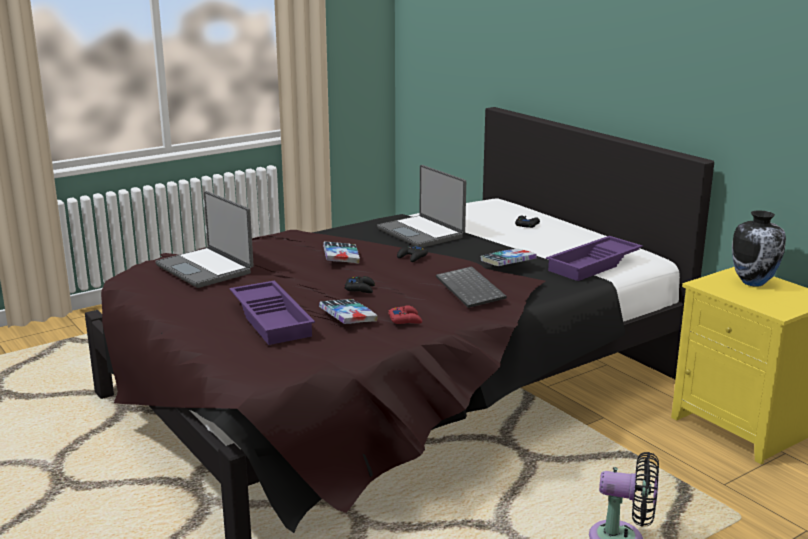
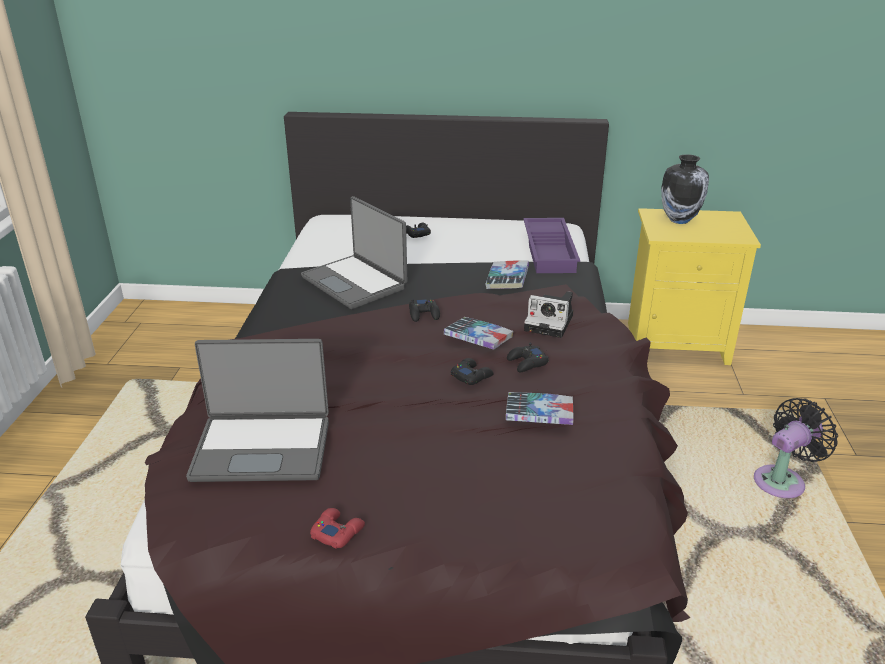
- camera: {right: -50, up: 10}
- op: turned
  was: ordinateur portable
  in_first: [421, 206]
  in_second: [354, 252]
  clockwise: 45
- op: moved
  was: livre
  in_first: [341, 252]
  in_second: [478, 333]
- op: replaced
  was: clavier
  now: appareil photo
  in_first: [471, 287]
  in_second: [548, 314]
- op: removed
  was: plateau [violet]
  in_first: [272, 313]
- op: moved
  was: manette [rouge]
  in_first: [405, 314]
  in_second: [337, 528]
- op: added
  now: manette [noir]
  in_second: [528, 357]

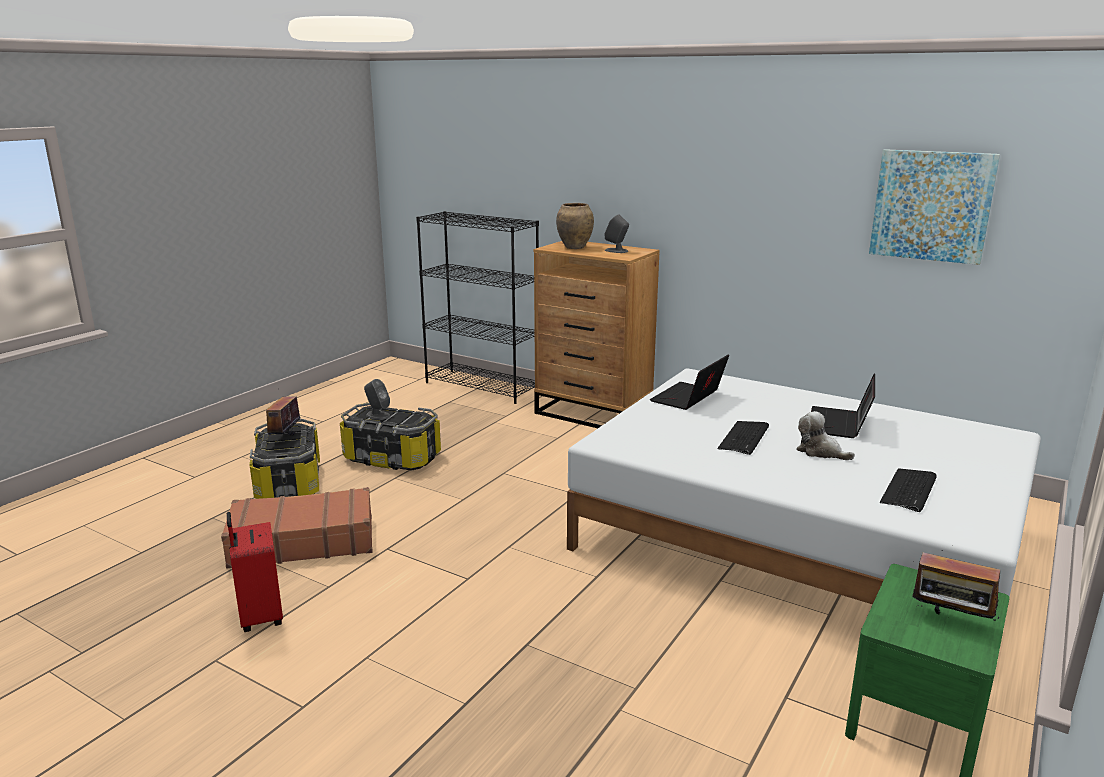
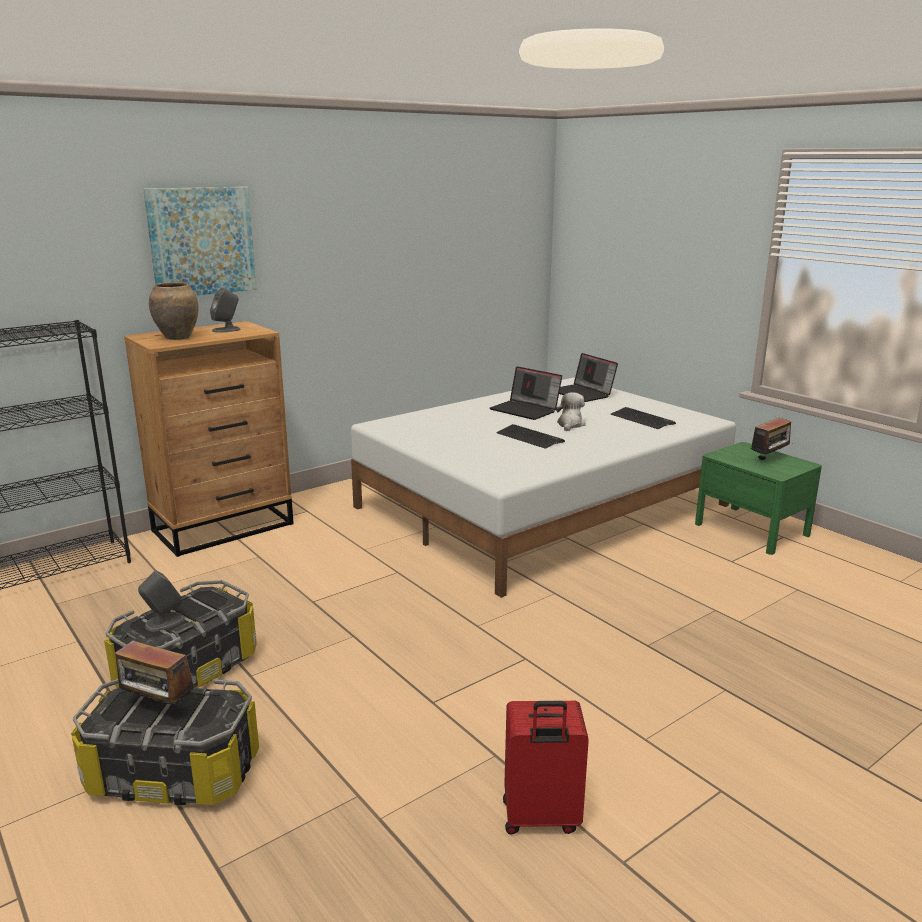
- camera: {right: -70, up: 0}
- op: moved
  was: tableau
  in_first: [934, 207]
  in_second: [200, 241]
- op: moved
  was: ordinateur portable
  in_first: [689, 382]
  in_second: [588, 377]
- op: turned
  was: peluche
  in_first: [825, 435]
  in_second: [571, 411]
  clockwise: 135
- op: removed
  was: valise [marron]
  in_first: [296, 527]

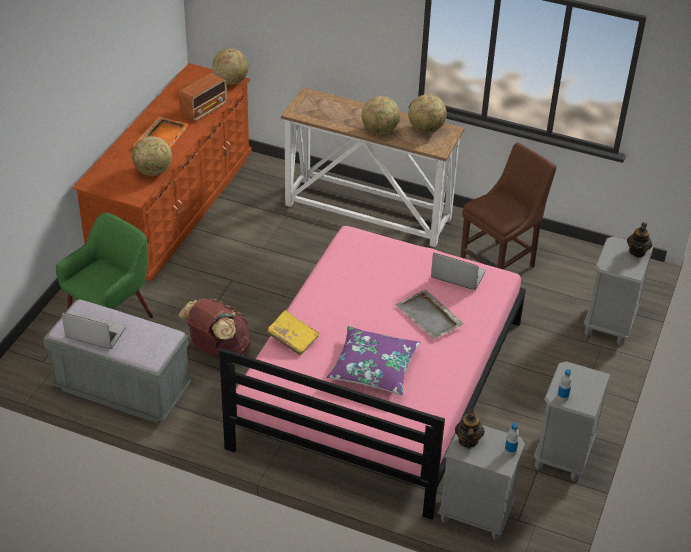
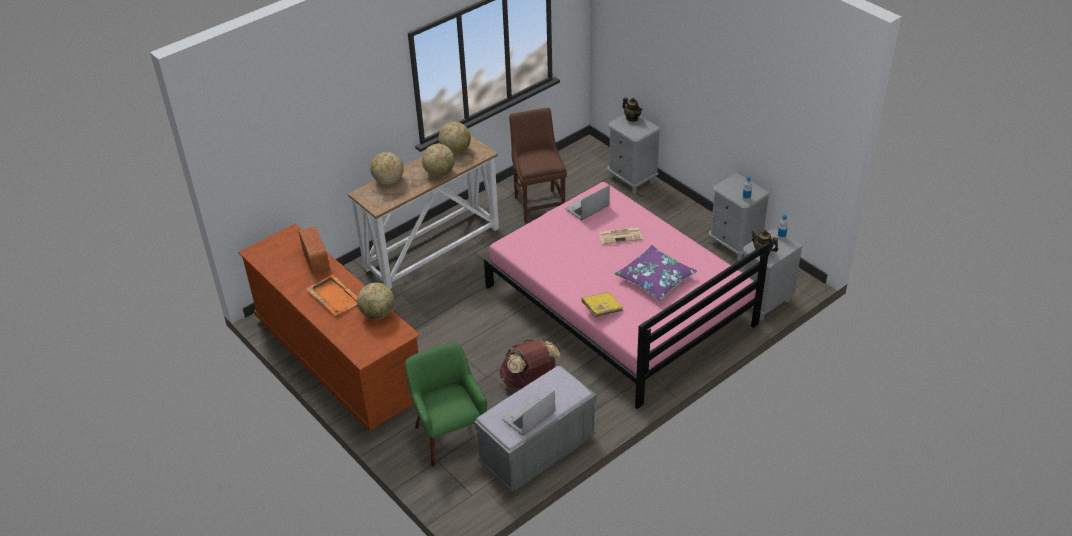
- camera: {right: -60, up: 0}
- op: moved
  was: globe
  in_first: [230, 66]
  in_second: [387, 168]
- op: replaced
  was: plateau [gris]
  now: journal
  in_first: [429, 314]
  in_second: [620, 235]

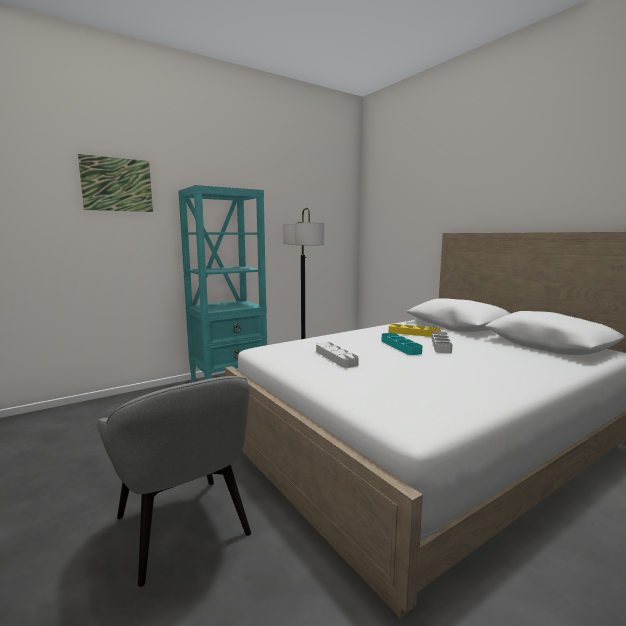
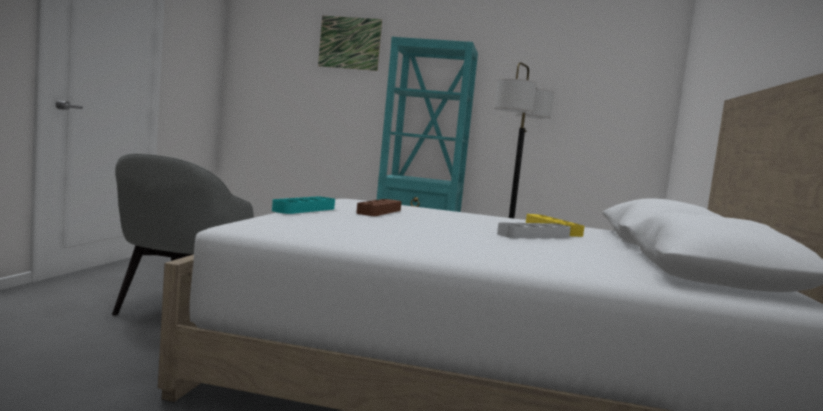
- camera: {right: 45, up: -5}
- op: moved
  was: plateau [turquoise]
  in_first: [402, 344]
  in_second: [303, 205]
- op: recoloured
  was: plateau [gris]
  now: plateau [marron]
  in_first: [337, 355]
  in_second: [379, 207]

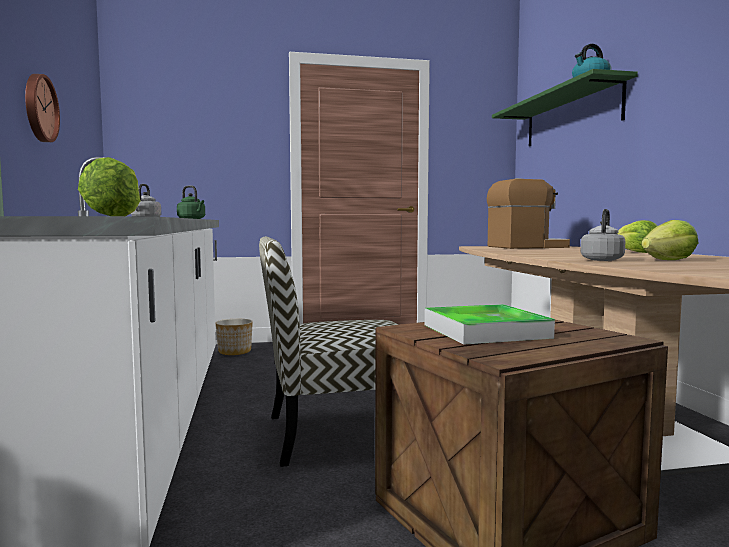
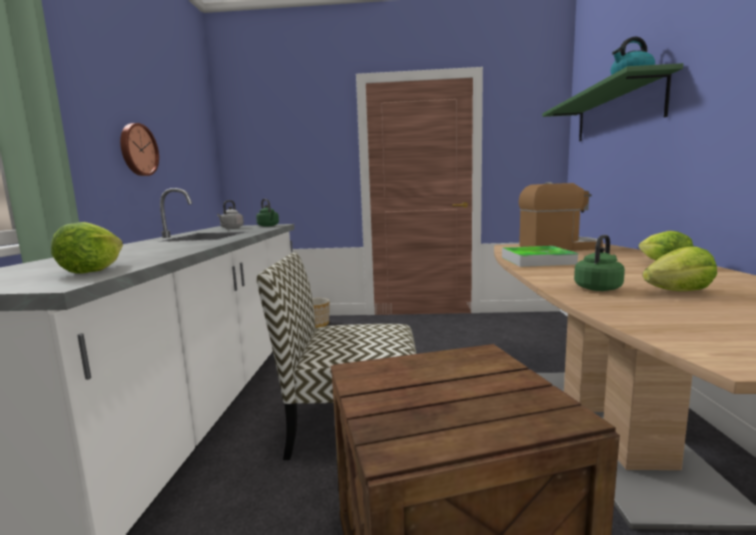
- camera: {right: 15, up: 5}
- op: recoloured
  was: bouilloire [gris]
  now: bouilloire [vert]
  in_first: [603, 235]
  in_second: [599, 263]
- op: moved
  was: plateau
  in_first: [489, 324]
  in_second: [540, 256]

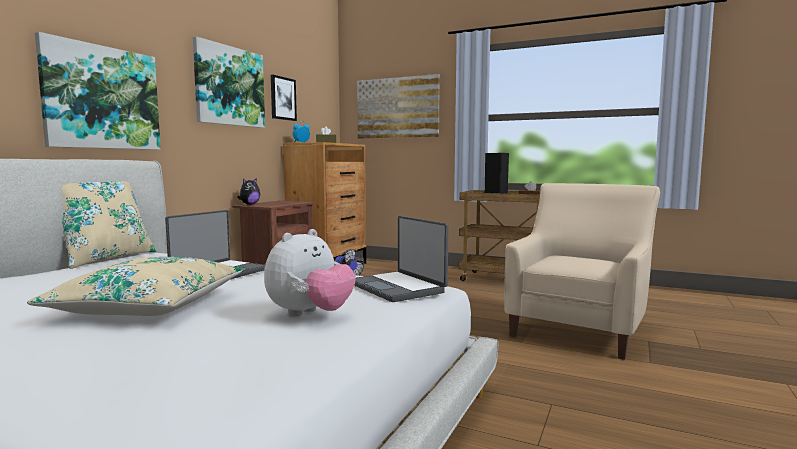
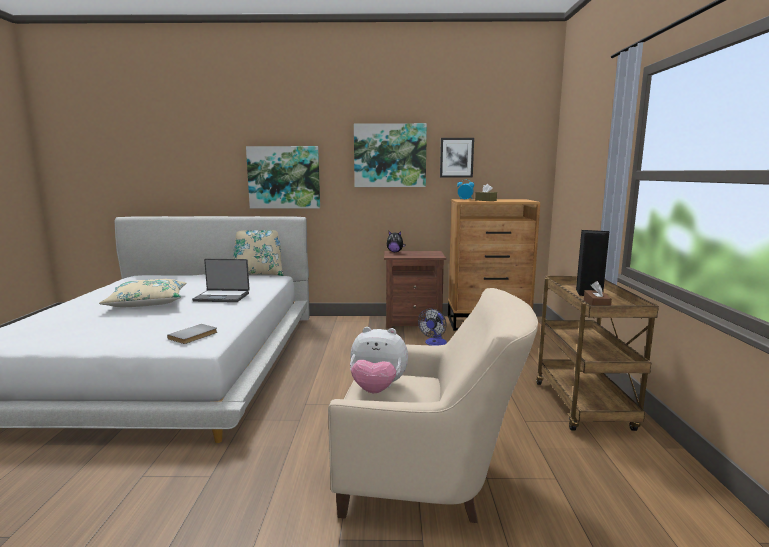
- camera: {right: 65, up: 5}
- op: removed
  was: tableau
  in_first: [398, 106]
- op: replaced
  was: ordinateur portable
  now: livre [gris]
  in_first: [401, 259]
  in_second: [192, 334]
- op: moved
  was: peluche
  in_first: [310, 273]
  in_second: [379, 360]

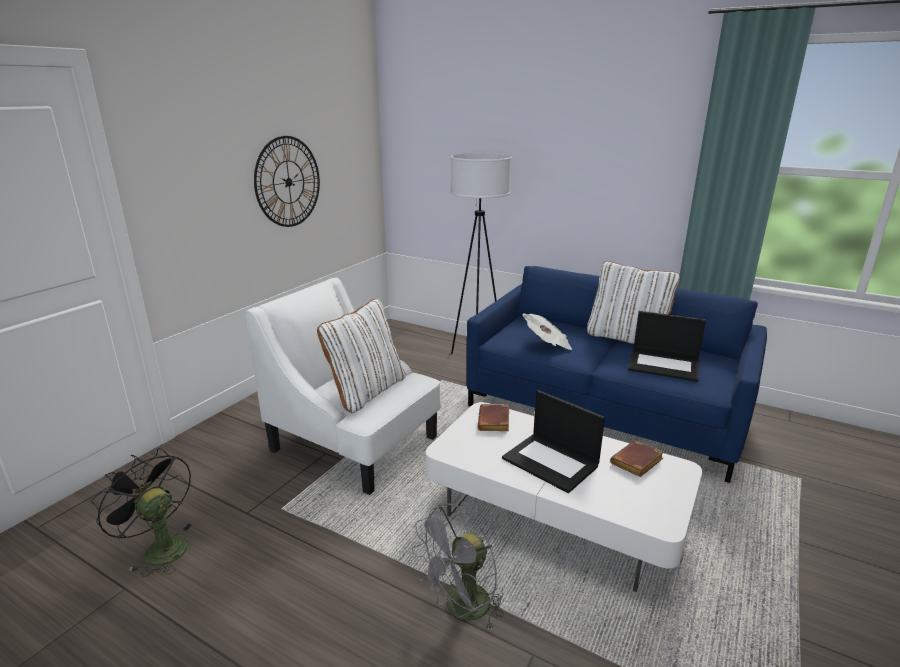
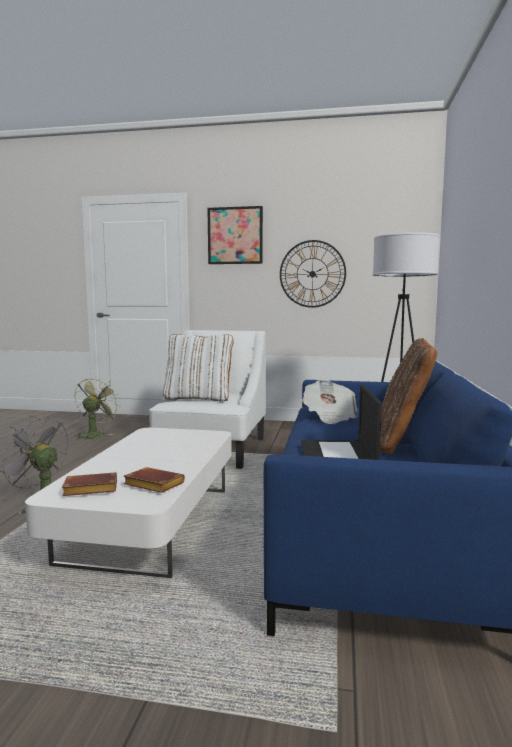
- camera: {right: 70, up: -15}
- op: recoloured
  was: coussin [blanc]
  now: coussin [marron]
  in_first: [633, 302]
  in_second: [408, 396]
- op: removed
  was: ordinateur portable
  in_first: [553, 441]
- op: moved
  was: livre [marron]
  in_first: [493, 417]
  in_second: [89, 484]
- op: recoloured
  was: ventilateur [noir]
  now: ventilateur [vert]
  in_first: [141, 512]
  in_second: [97, 408]
- op: added
  now: tableau
  in_second: [235, 235]

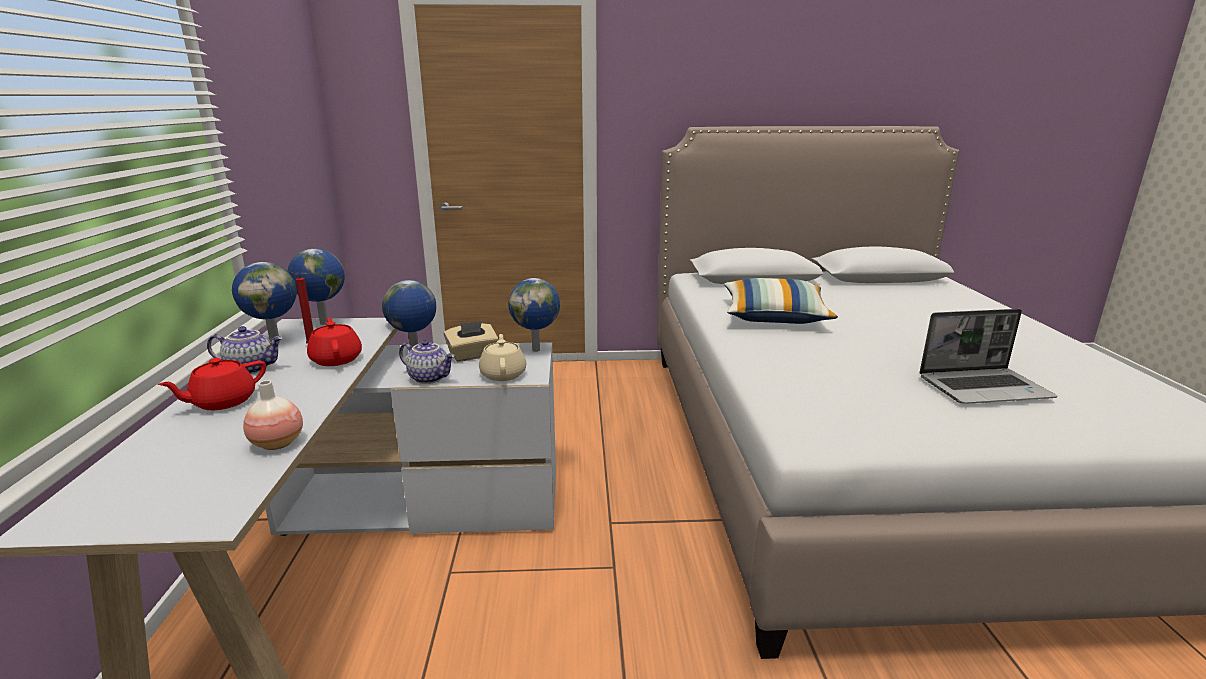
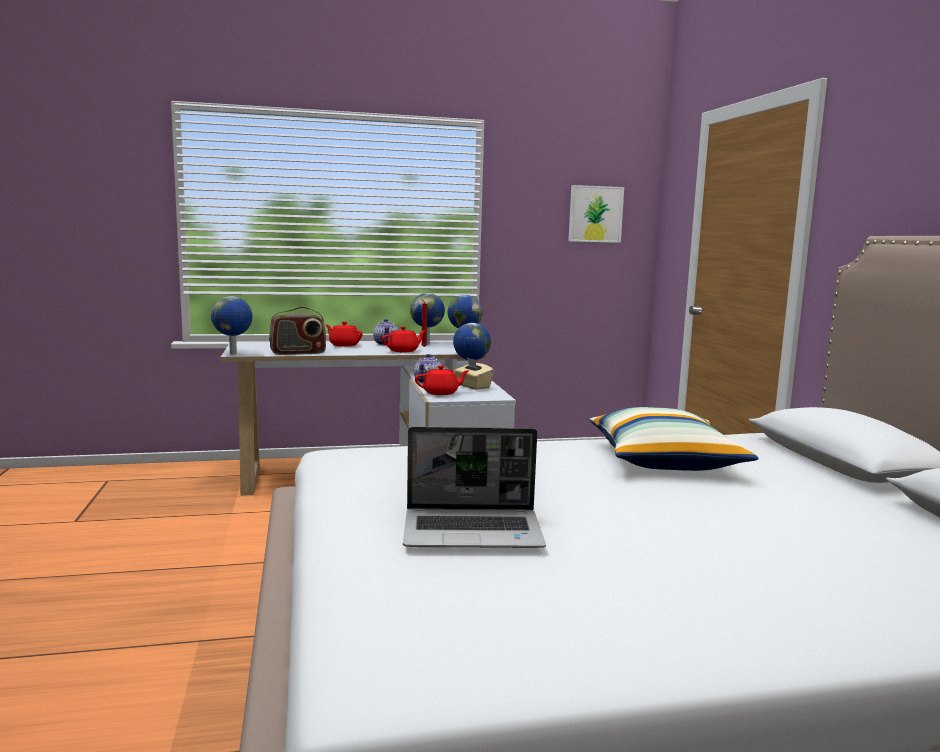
- camera: {right: 80, up: -10}
- op: moved
  was: globe
  in_first: [534, 315]
  in_second: [231, 325]
- op: turned
  was: ordinateur portable
  in_first: [988, 356]
  in_second: [474, 487]
  clockwise: -75
- op: recoloured
  was: théière [beige]
  now: théière [rouge]
  in_first: [502, 357]
  in_second: [442, 380]
- op: replaced
  was: vase
  now: radio
  in_first: [273, 415]
  in_second: [297, 330]
- op: added
  now: tableau
  in_second: [596, 214]

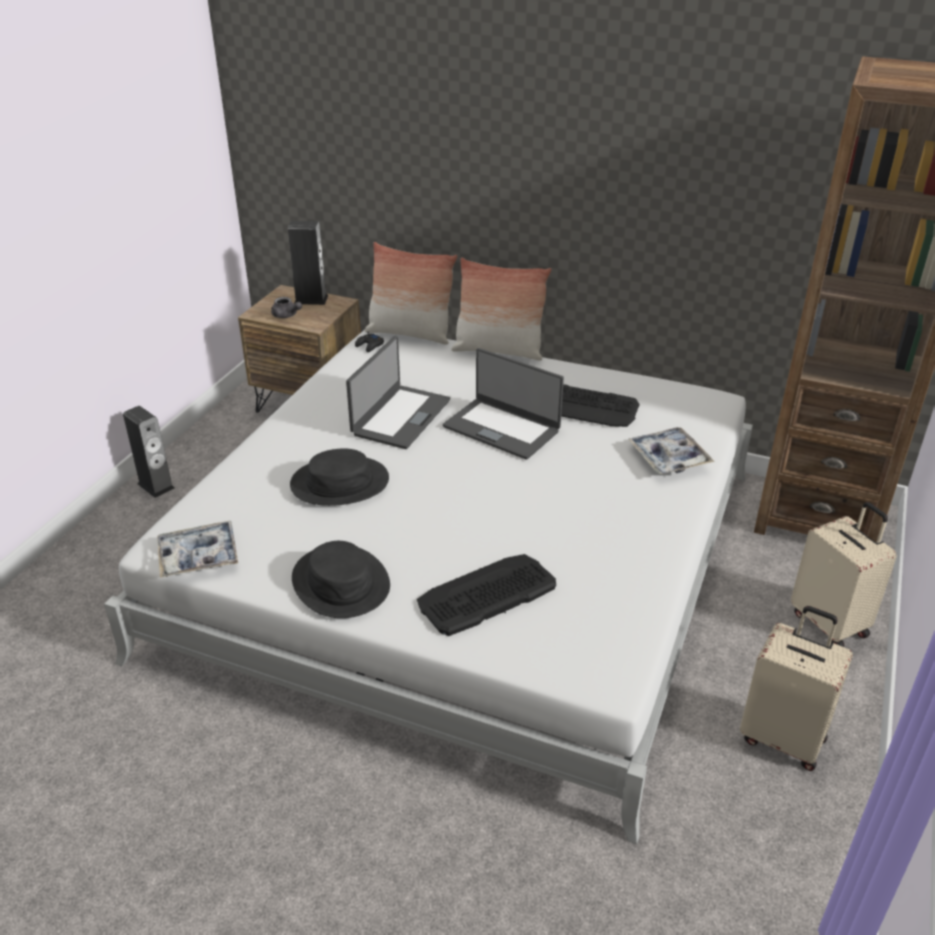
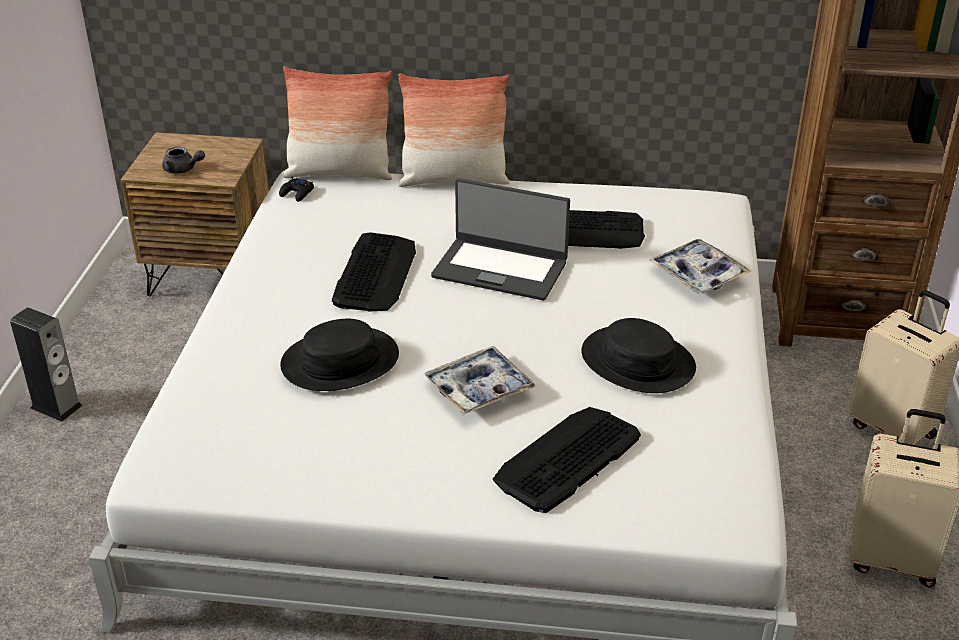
- camera: {right: -15, up: 0}
- op: removed
  was: enceinte
  in_first: [308, 263]
- op: replaced
  was: ordinateur portable
  now: clavier
  in_first: [398, 392]
  in_second: [374, 271]
- op: moved
  was: plateau
  in_first: [197, 549]
  in_second: [480, 380]
- op: moved
  was: chapeau [noir]
  in_first: [341, 579]
  in_second: [638, 355]

